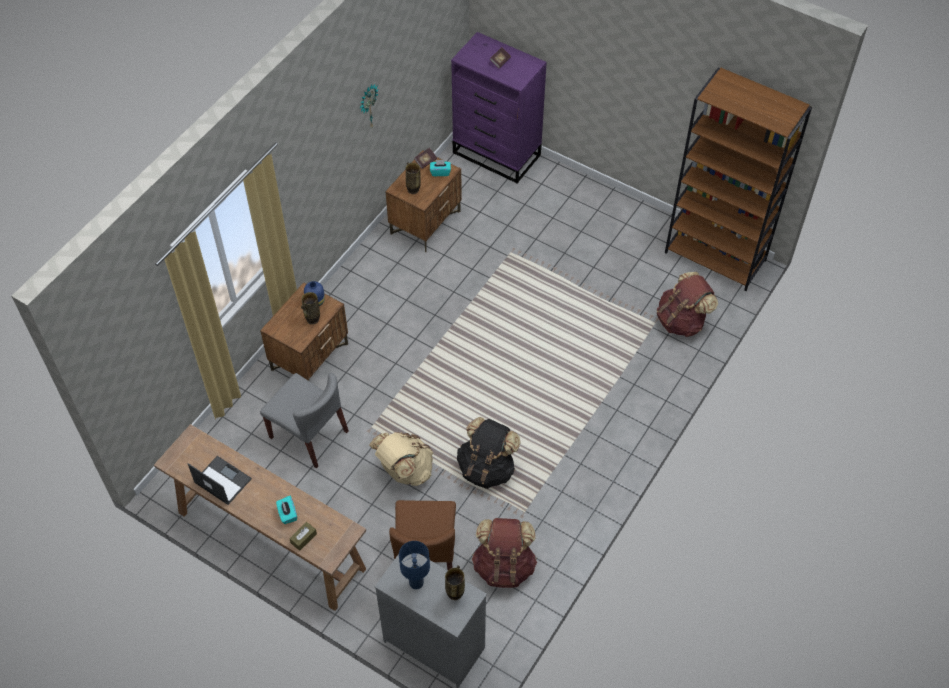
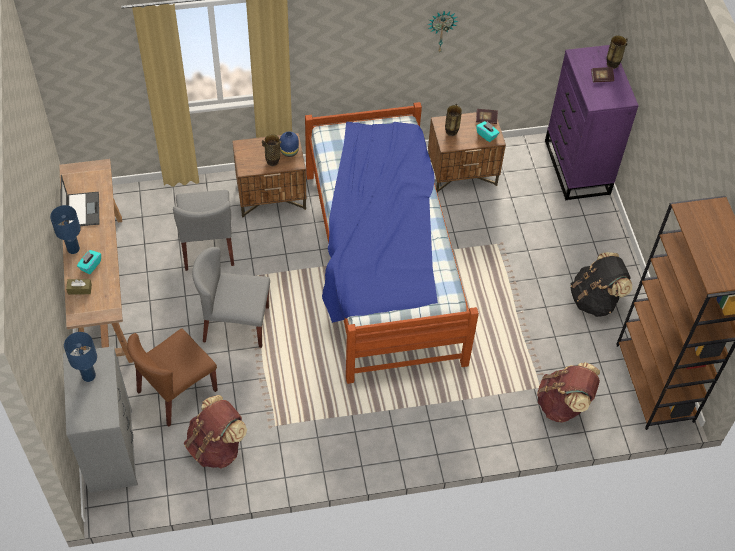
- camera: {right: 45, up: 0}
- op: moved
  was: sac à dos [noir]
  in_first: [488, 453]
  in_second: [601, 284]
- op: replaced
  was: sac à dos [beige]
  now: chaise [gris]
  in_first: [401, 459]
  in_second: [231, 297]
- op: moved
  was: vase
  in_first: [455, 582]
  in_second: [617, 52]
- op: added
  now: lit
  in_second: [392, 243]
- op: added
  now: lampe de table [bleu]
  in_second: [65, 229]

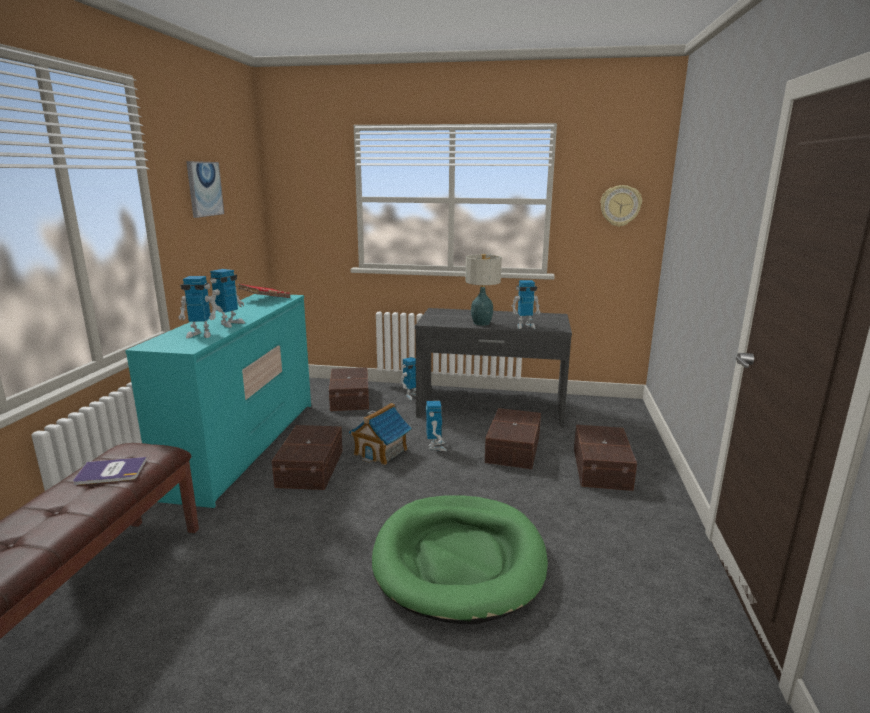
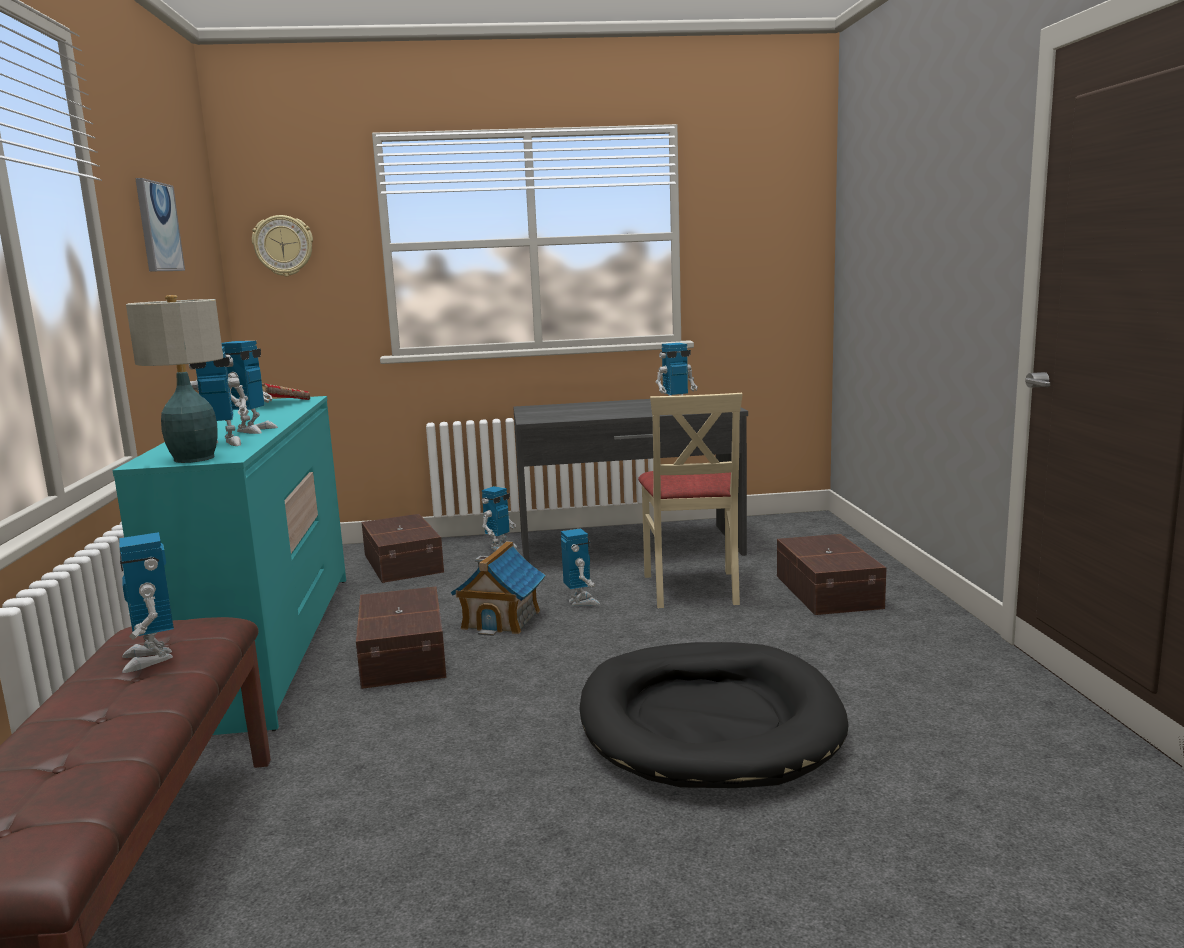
- camera: {right: -15, up: -5}
- op: moved
  was: horloge murale
  in_first: [621, 206]
  in_second: [282, 245]
- op: moved
  was: lampe de table
  in_first: [483, 290]
  in_second: [174, 379]
- op: replaced
  was: boîte de rangement [marron]
  now: chaise [beige]
  in_first: [513, 438]
  in_second: [690, 500]
- op: replaced
  was: livre
  now: robot jouet
  in_first: [110, 471]
  in_second: [146, 602]
- op: recoloured
  was: panier pour chien [vert]
  now: panier pour chien [noir]
  in_first: [460, 559]
  in_second: [713, 715]

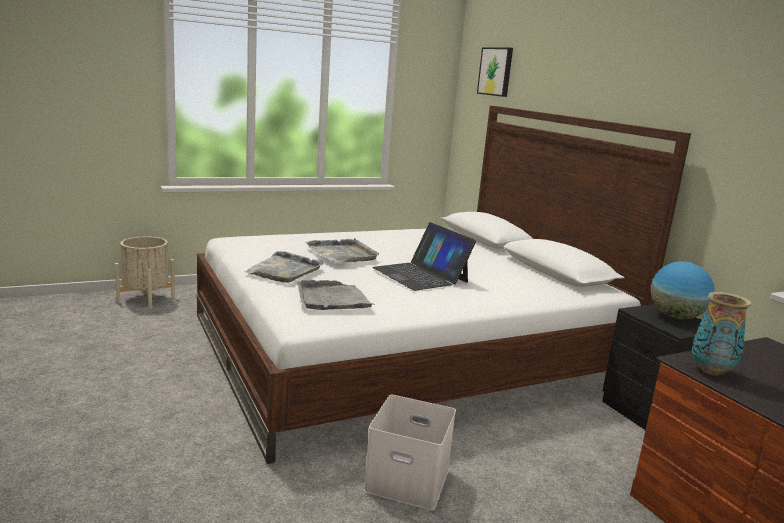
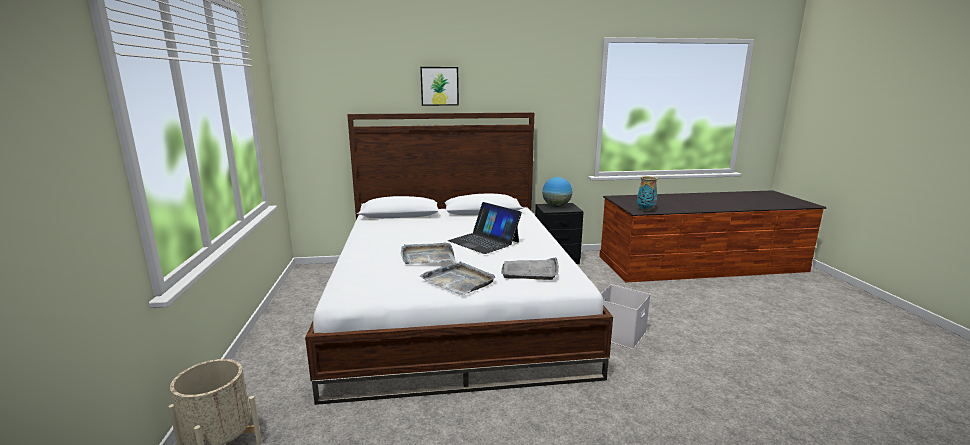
- camera: {right: -70, up: 0}
- op: moved
  was: tableau
  in_first: [495, 72]
  in_second: [439, 86]
- op: turned
  was: ordinateur portable
  in_first: [424, 256]
  in_second: [485, 228]
  clockwise: 60

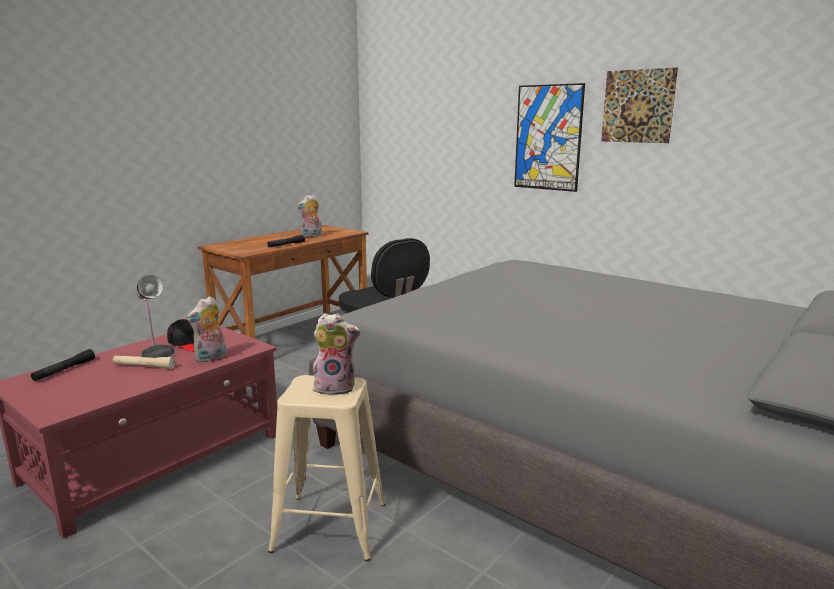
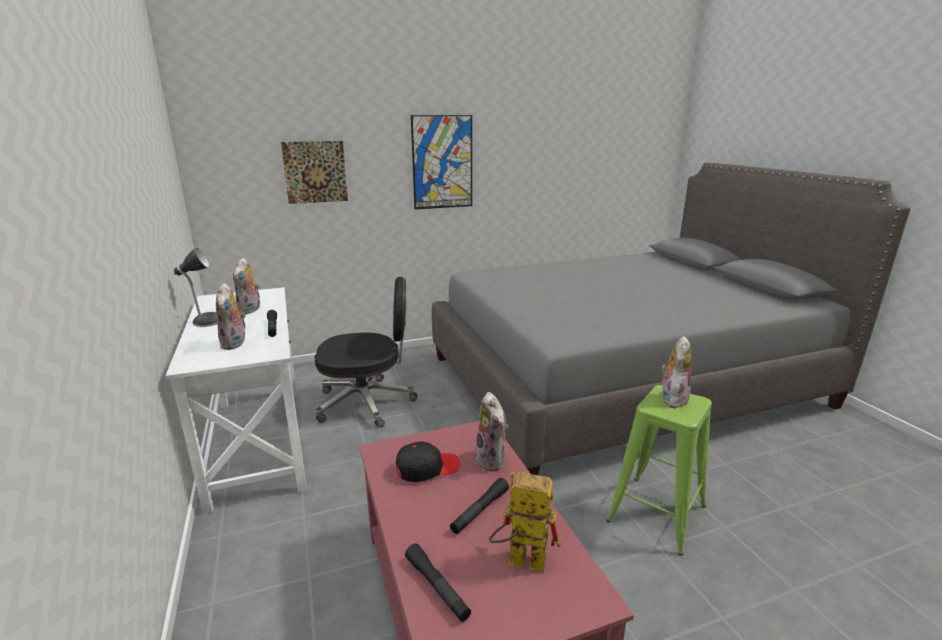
- camera: {right: -60, up: 5}
- op: moved
  was: tableau
  in_first: [639, 105]
  in_second: [314, 172]
- op: recoloured
  was: bureau [marron]
  now: bureau [blanc]
  in_first: [283, 282]
  in_second: [236, 400]
- op: moved
  was: lampe de table
  in_first: [156, 316]
  in_second: [195, 287]
- op: recoloured
  was: lampe de poche [beige]
  now: lampe de poche [noir]
  in_first: [144, 362]
  in_second: [479, 506]
- op: recoloured
  was: tabouret [beige]
  now: tabouret [vert]
  in_first: [327, 468]
  in_second: [659, 470]
- op: added
  now: peluche
  in_second: [231, 316]
- op: added
  now: robot jouet
  in_second: [525, 522]

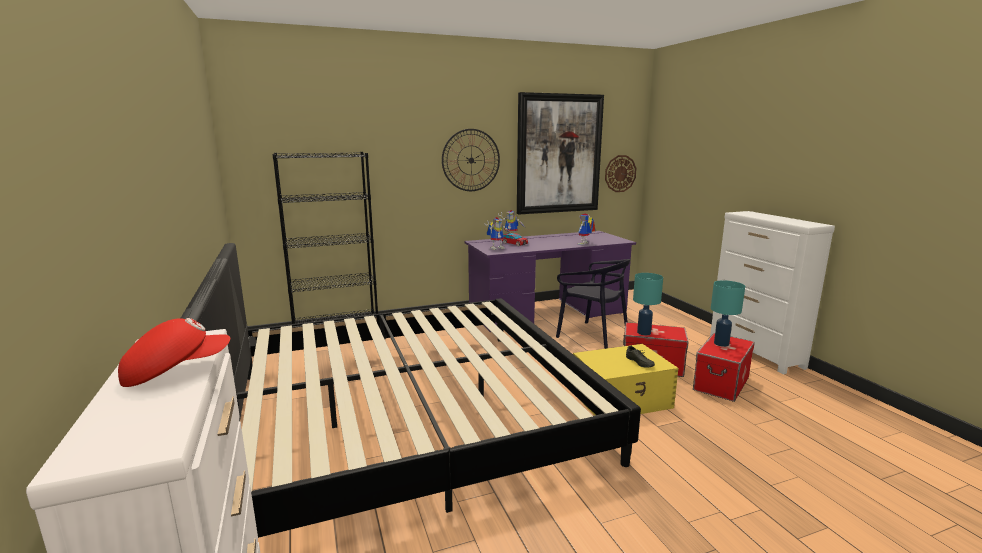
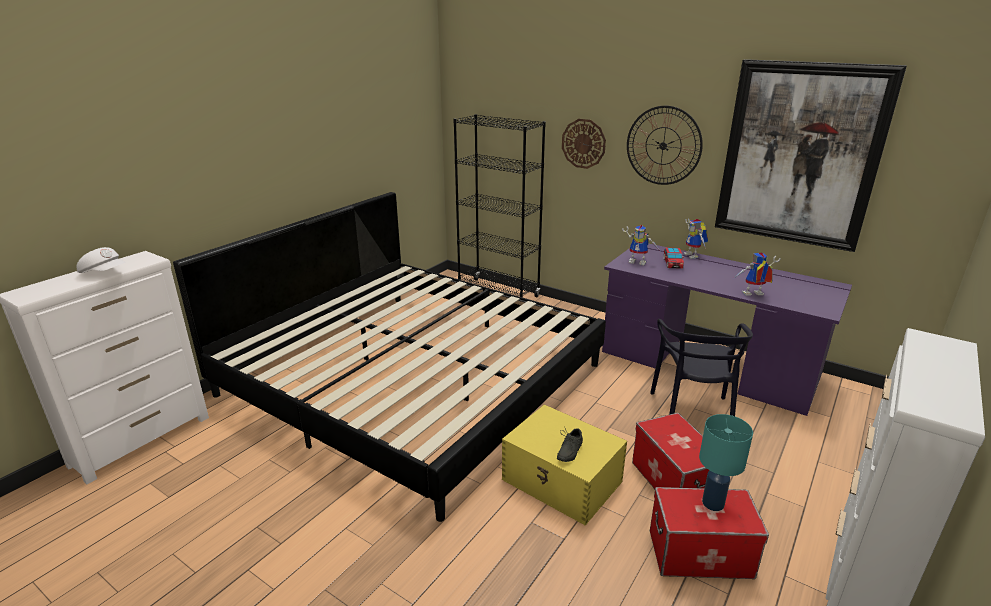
- camera: {right: 55, up: 10}
- op: moved
  was: horloge murale
  in_first: [621, 173]
  in_second: [584, 144]
- op: removed
  was: lampe de table [turquoise]
  in_first: [648, 304]
- op: recoloured
  was: casquette [rouge]
  now: casquette [blanc]
  in_first: [174, 352]
  in_second: [101, 260]

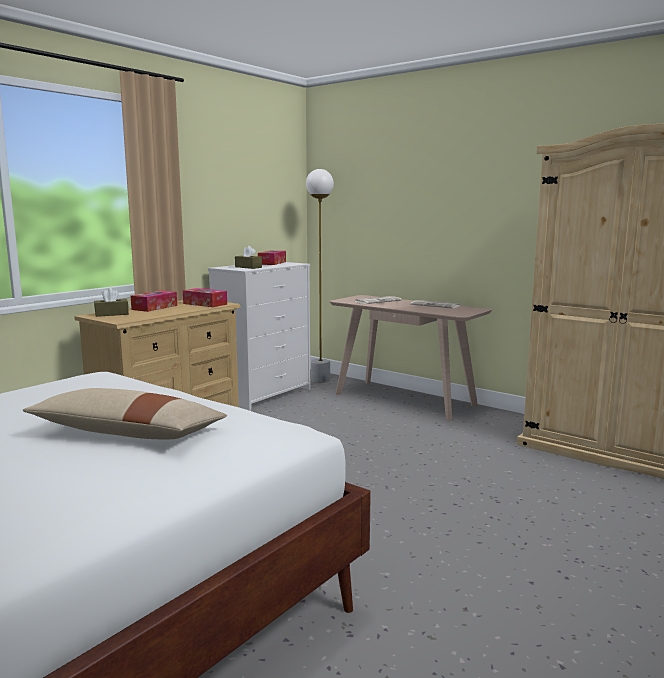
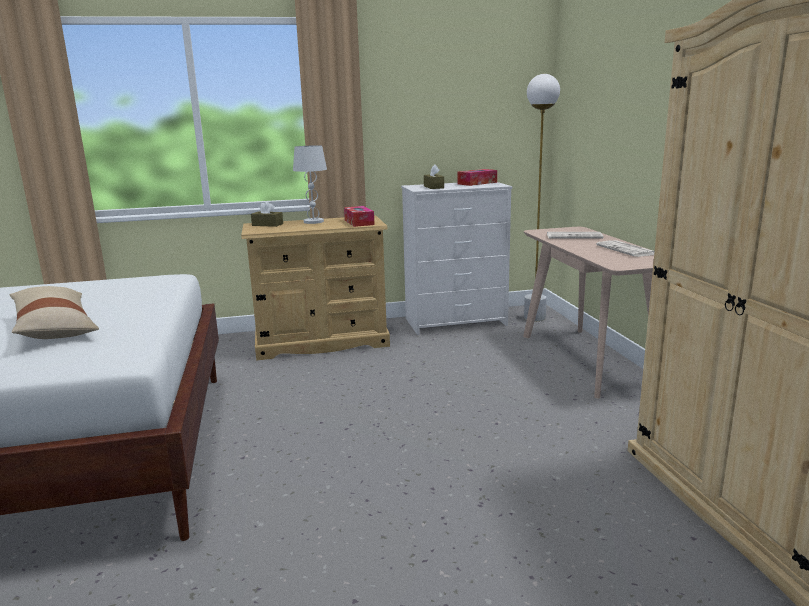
- camera: {right: 40, up: 5}
- op: replaced
  was: boîte à mouchoirs
  now: lampe de table [blanc]
  in_first: [154, 301]
  in_second: [310, 184]

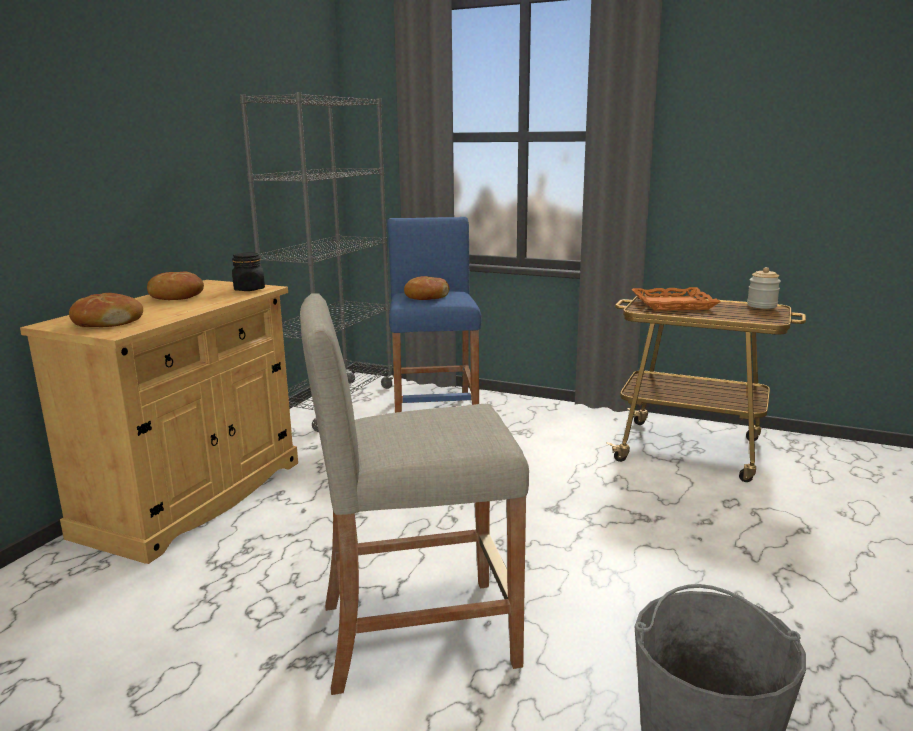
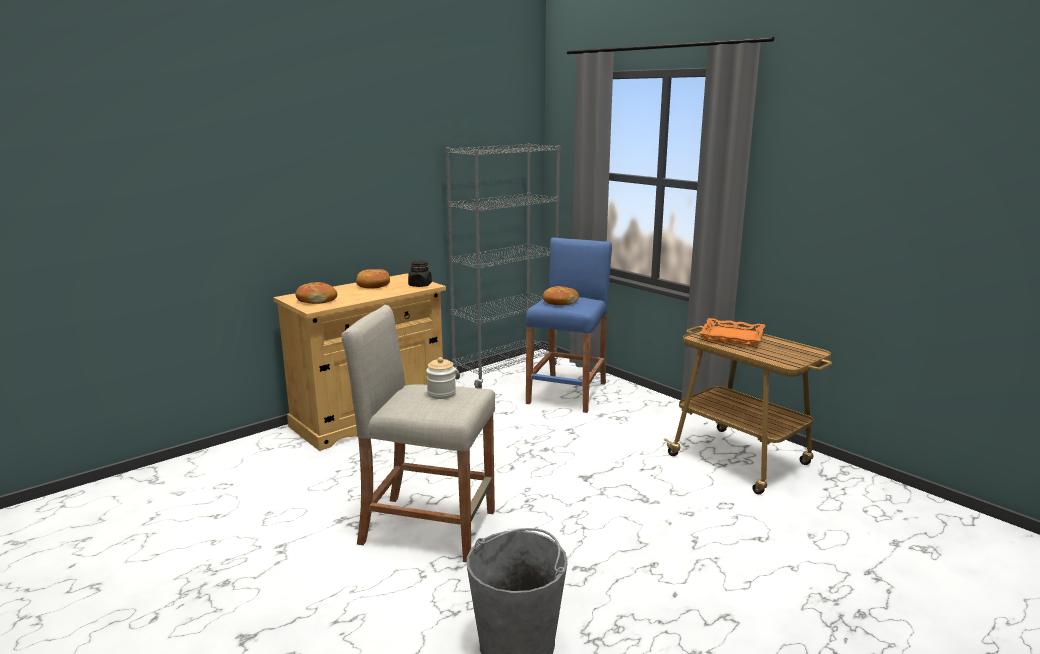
- camera: {right: 25, up: 0}
- op: moved
  was: bocal
  in_first: [764, 288]
  in_second: [441, 378]

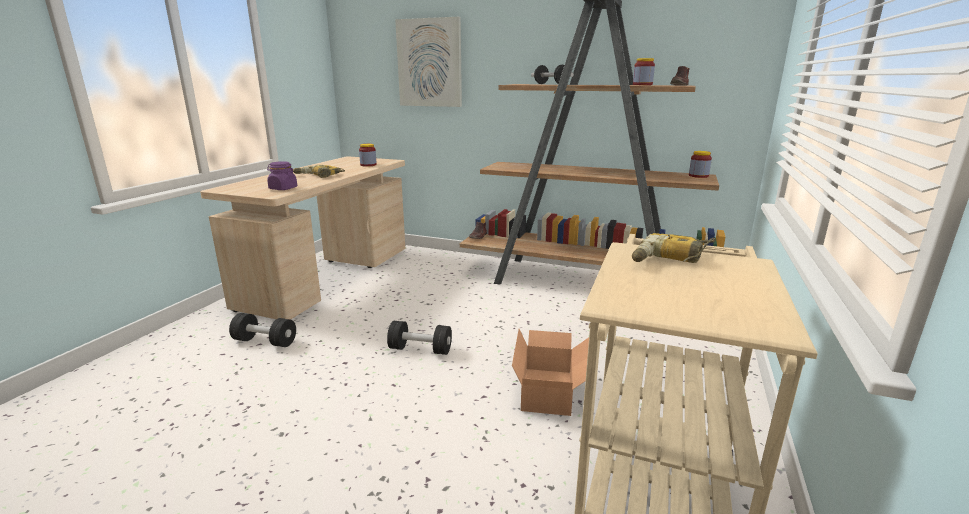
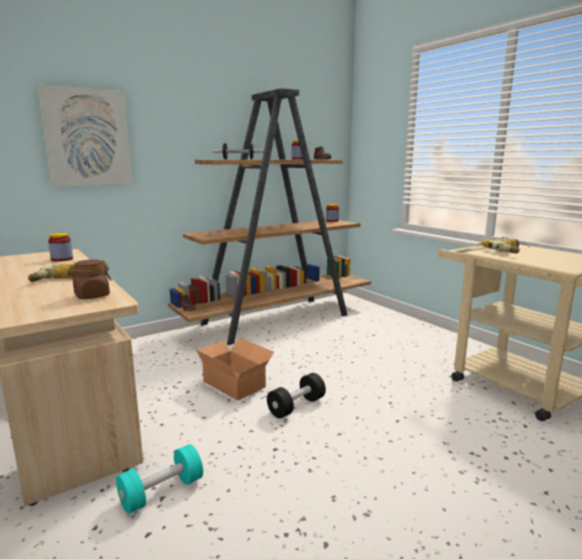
- camera: {right: -55, up: -5}
- op: recoloured
  was: bocal [violet]
  now: bocal [marron]
  in_first: [282, 175]
  in_second: [89, 279]
- op: recoloured
  was: haltère [noir]
  now: haltère [turquoise]
  in_first: [262, 330]
  in_second: [159, 479]
- op: moved
  was: carton
  in_first: [550, 372]
  in_second: [235, 369]

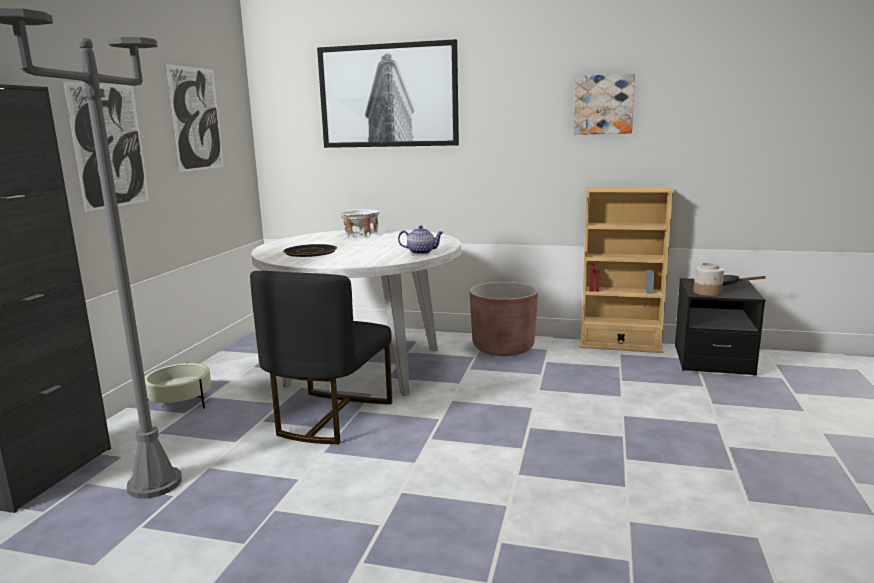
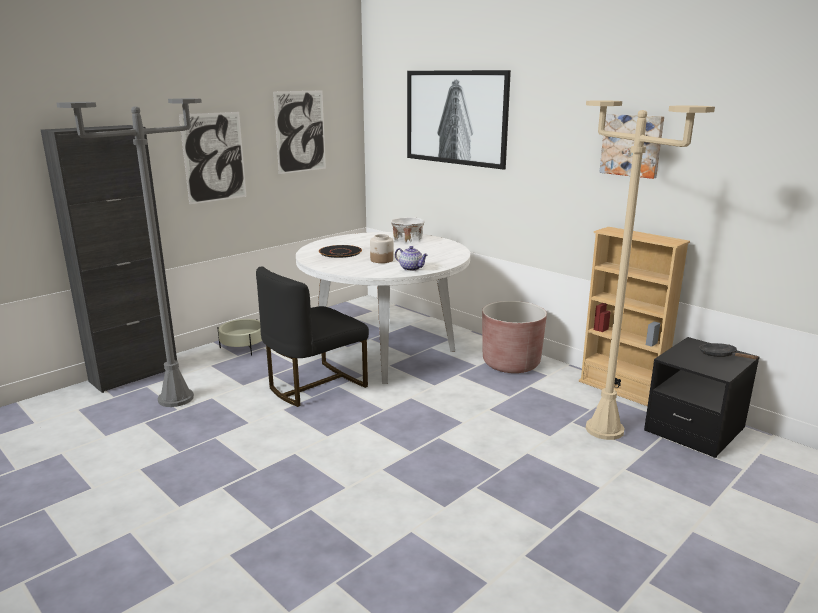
- camera: {right: 30, up: 5}
- op: moved
  was: bocal
  in_first: [708, 279]
  in_second: [381, 248]
- op: added
  now: lampadaire [beige]
  in_second: [650, 270]

